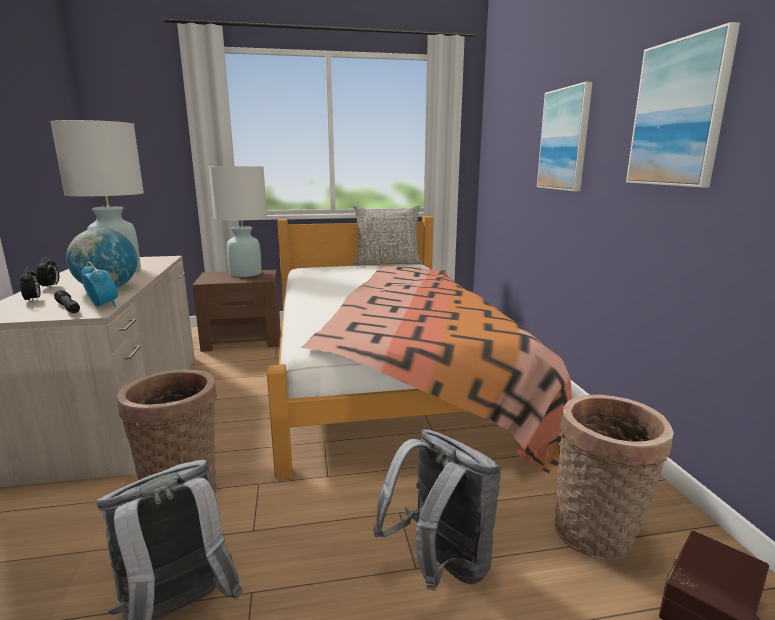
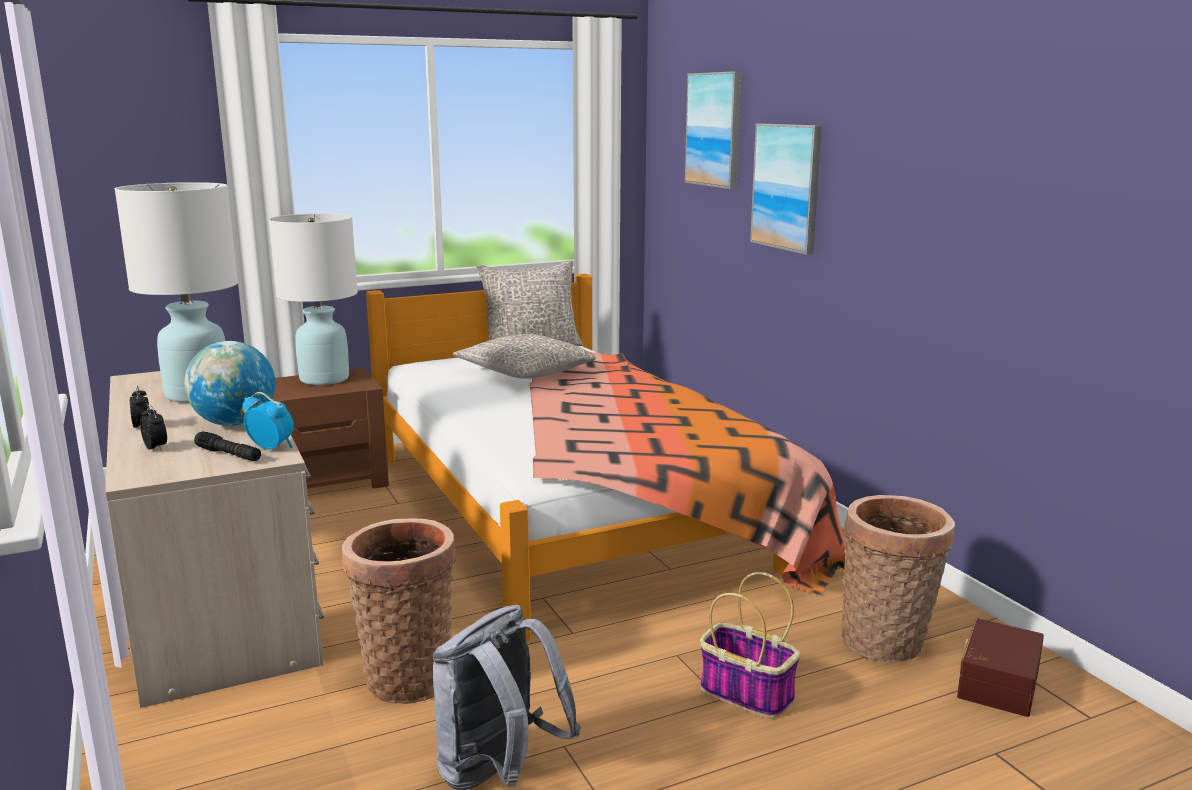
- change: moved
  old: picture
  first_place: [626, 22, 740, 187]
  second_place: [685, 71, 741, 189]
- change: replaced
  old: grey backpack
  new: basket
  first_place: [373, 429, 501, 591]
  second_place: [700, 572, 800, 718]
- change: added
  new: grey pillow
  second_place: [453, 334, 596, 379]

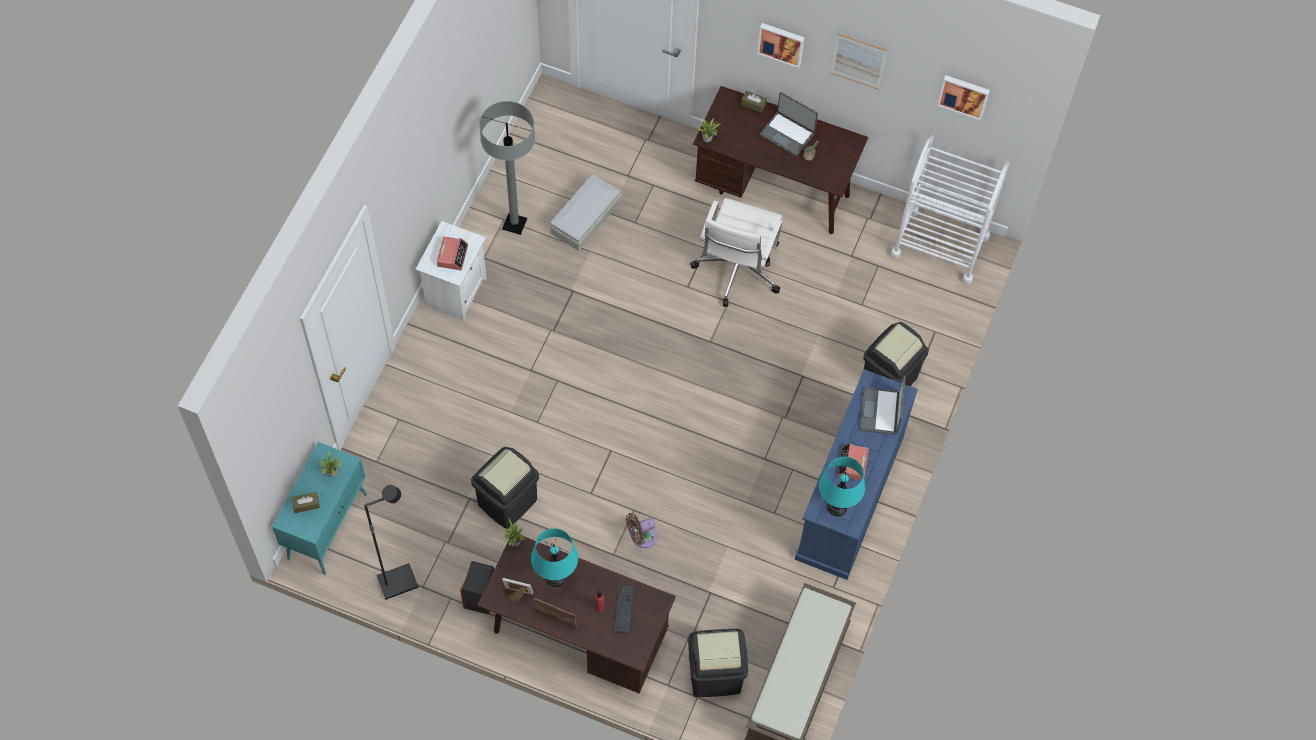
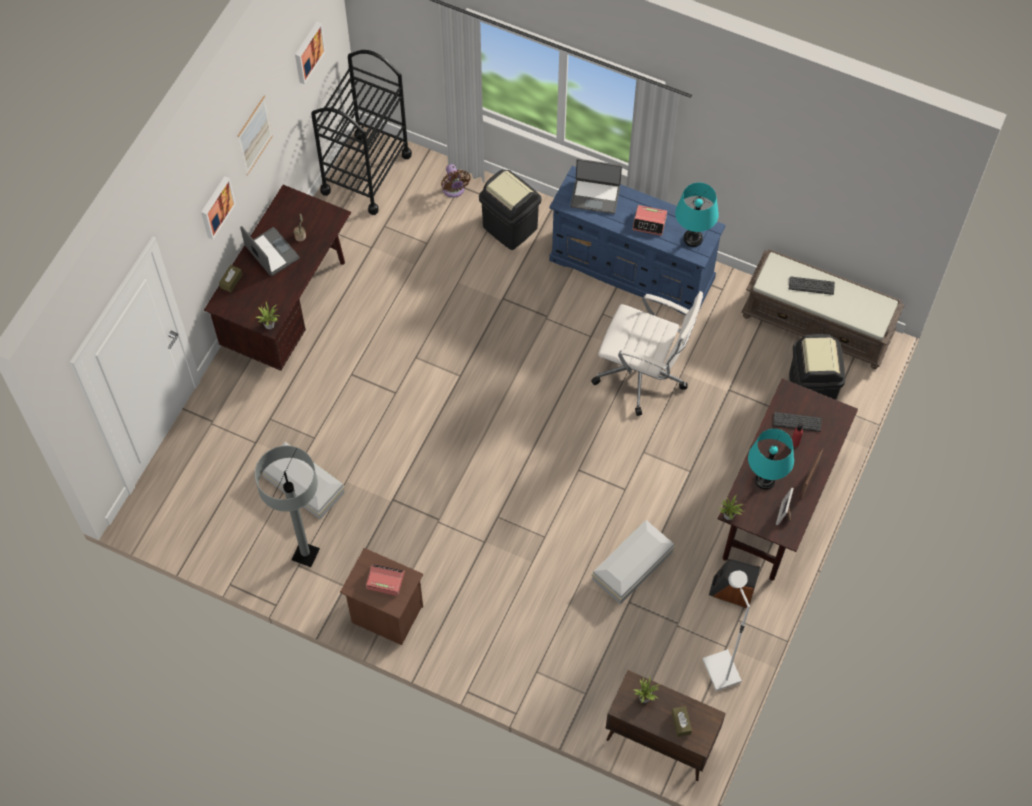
- change: turned
  old: laptop
  first_place: [760, 92, 818, 156]
  second_place: [240, 226, 300, 276]
  degrees: -75
- change: recoloured
  old: white cart
  new: black cart
  first_place: [891, 135, 1009, 285]
  second_place: [311, 50, 412, 215]
- change: moved
  old: white office chair
  first_place: [690, 198, 783, 307]
  second_place: [591, 291, 703, 416]
- change: recoloured
  old: white nightstand
  new: brown nightstand
  first_place: [415, 221, 487, 322]
  second_place: [340, 548, 423, 645]
- change: recoloured
  old: turquoise cabinet
  new: brown cabinet
  first_place: [272, 442, 367, 575]
  second_place: [606, 670, 726, 781]
- change: replaced
  old: black trash can
  new: white storage box
  first_place: [471, 447, 539, 529]
  second_place: [592, 520, 675, 604]
- change: recoloured
  old: black floor lamp
  new: white floor lamp
  first_place: [364, 485, 419, 600]
  second_place: [702, 570, 750, 691]
- change: moved
  old: brown fan
  first_place: [626, 513, 657, 548]
  second_place: [441, 164, 471, 198]
- change: added
  new: keyboard
  second_place: [789, 276, 835, 295]

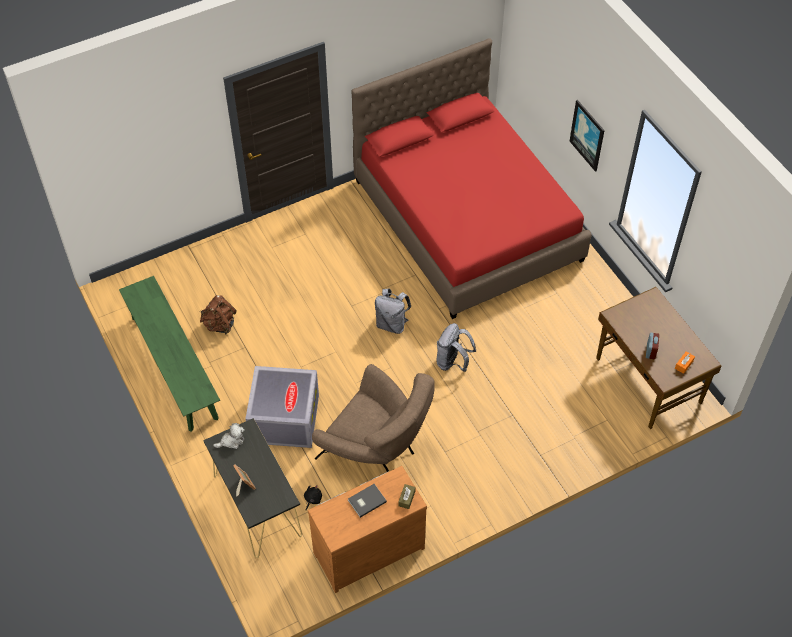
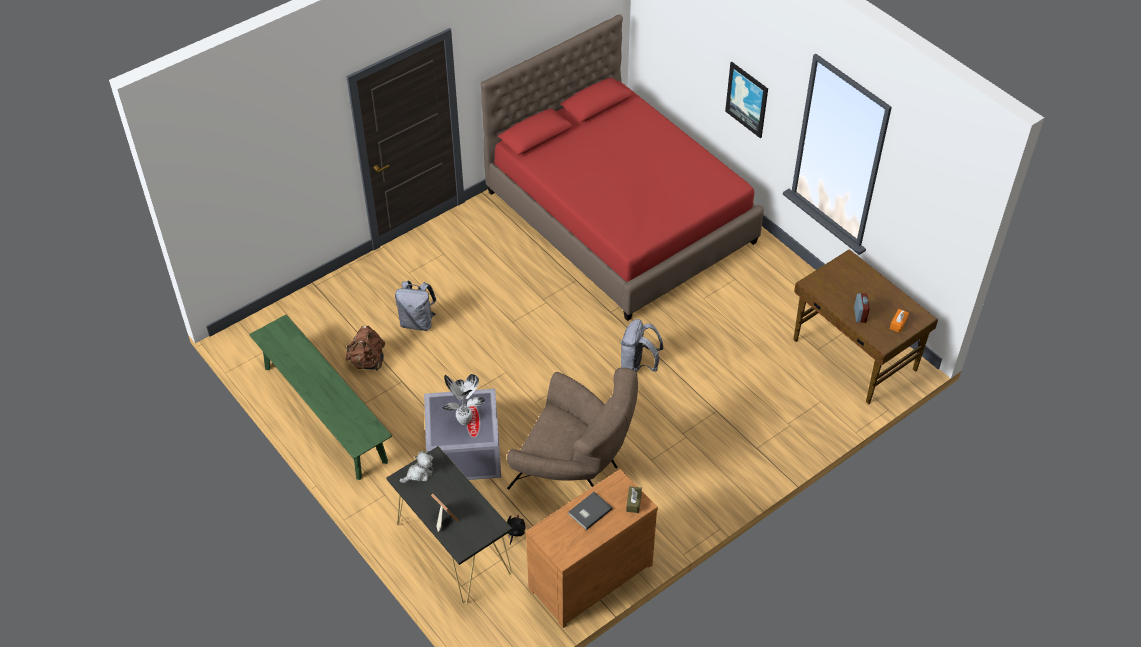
- change: moved
  old: grey backpack
  first_place: [375, 289, 411, 334]
  second_place: [395, 281, 436, 331]
- change: added
  new: potted plant
  second_place: [442, 374, 485, 425]

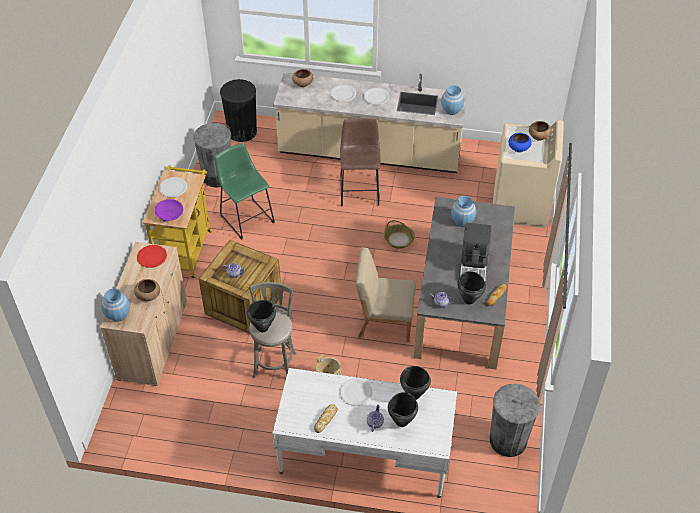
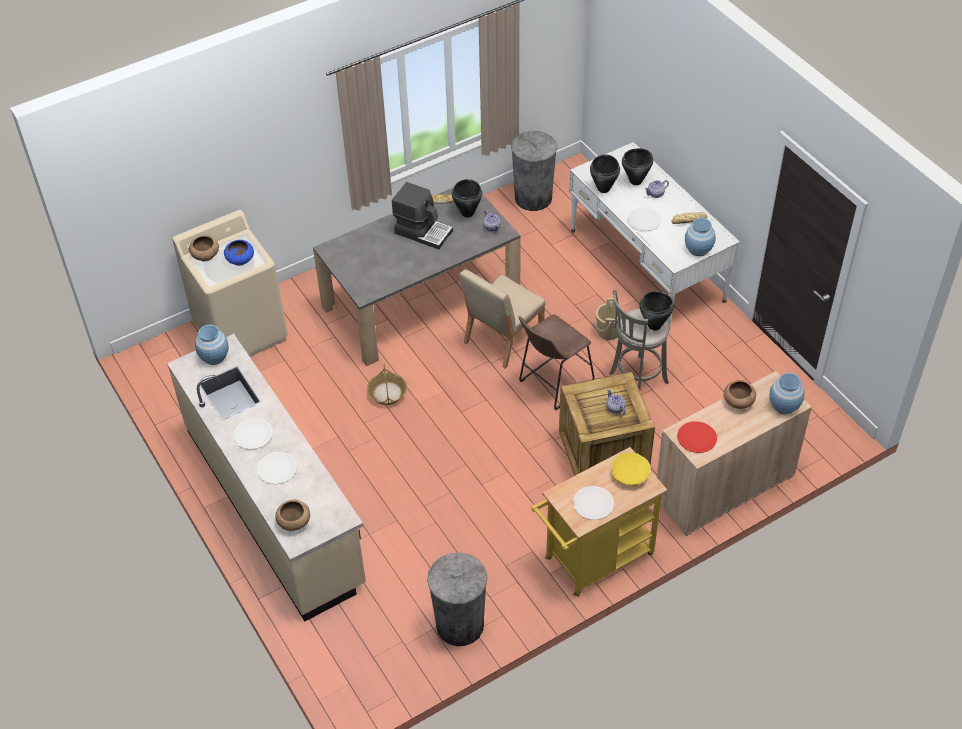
- change: removed
  old: black trash can
  first_place: [220, 79, 257, 142]
- change: moved
  old: brown stool
  first_place: [340, 118, 381, 206]
  second_place: [518, 314, 595, 410]
- change: removed
  old: green stool
  first_place: [215, 143, 275, 240]
- change: moved
  old: blue vase
  first_place: [451, 196, 476, 227]
  second_place: [685, 218, 716, 256]
- change: recoloured
  old: purple bowl
  new: yellow bowl
  first_place: [155, 199, 183, 222]
  second_place: [611, 453, 651, 487]
- change: turned
  old: coffee machine
  first_place: [460, 223, 492, 282]
  second_place: [392, 182, 453, 249]
  degrees: 60
- change: turned
  old: beige chair
  first_place: [356, 247, 416, 342]
  second_place: [460, 269, 545, 368]
  degrees: 75

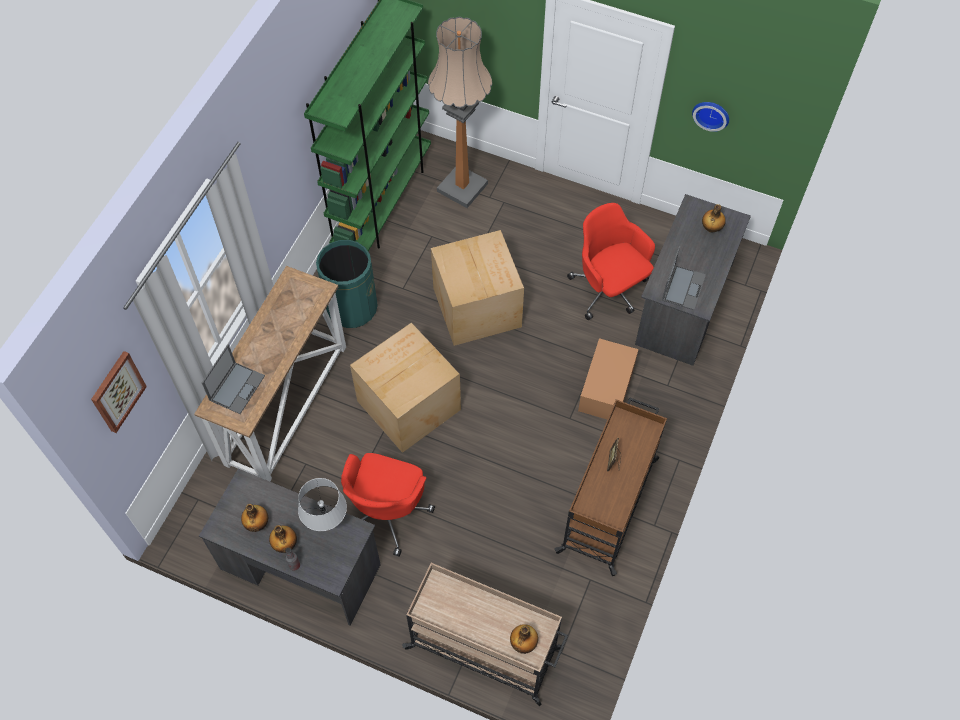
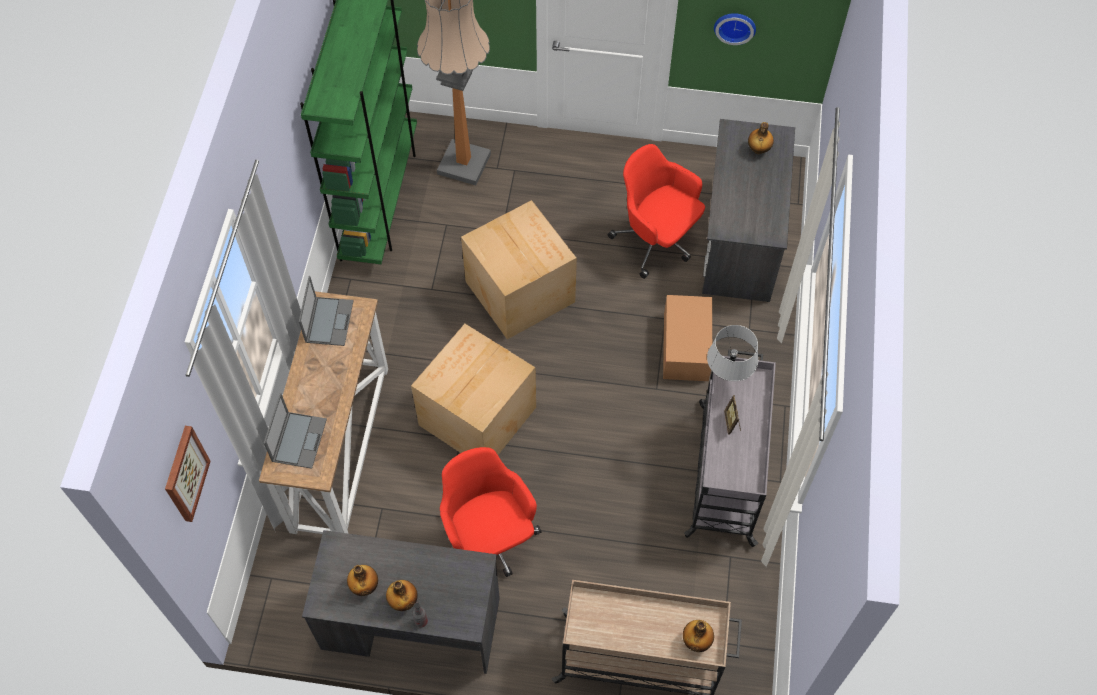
- change: removed
  old: green trash can
  first_place: [316, 240, 378, 328]
- change: moved
  old: laptop
  first_place: [662, 246, 706, 310]
  second_place: [299, 276, 354, 346]
- change: recoloured
  old: brown cart
  new: grey cart
  first_place: [554, 398, 667, 576]
  second_place: [684, 350, 776, 547]
- change: turned
  old: red office chair
  first_place: [341, 453, 435, 556]
  second_place: [440, 447, 542, 577]
  degrees: 150
- change: moved
  old: grey table lamp
  first_place: [298, 478, 347, 531]
  second_place: [707, 325, 758, 381]

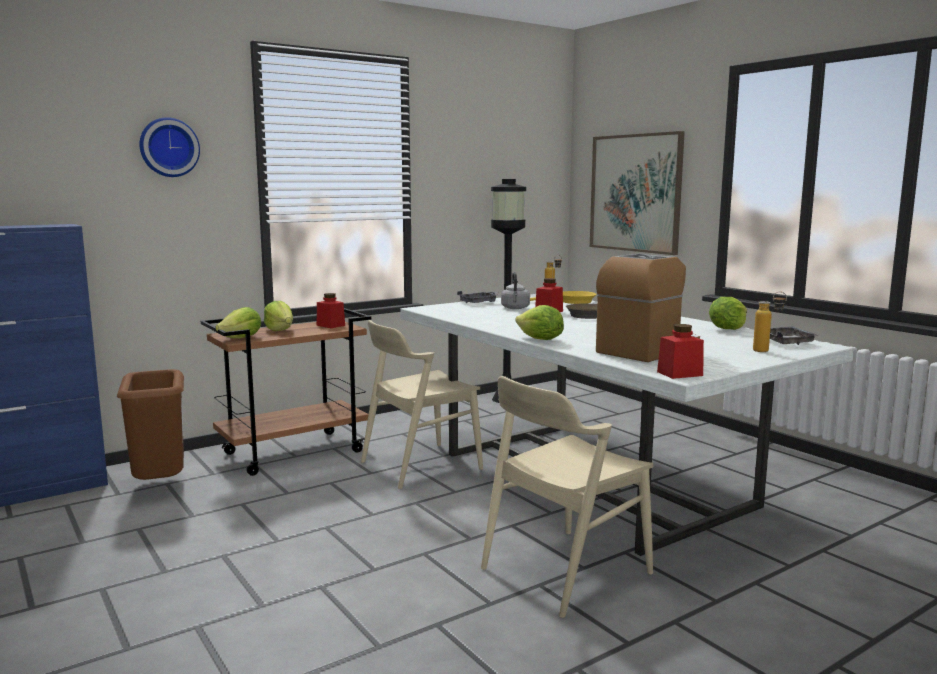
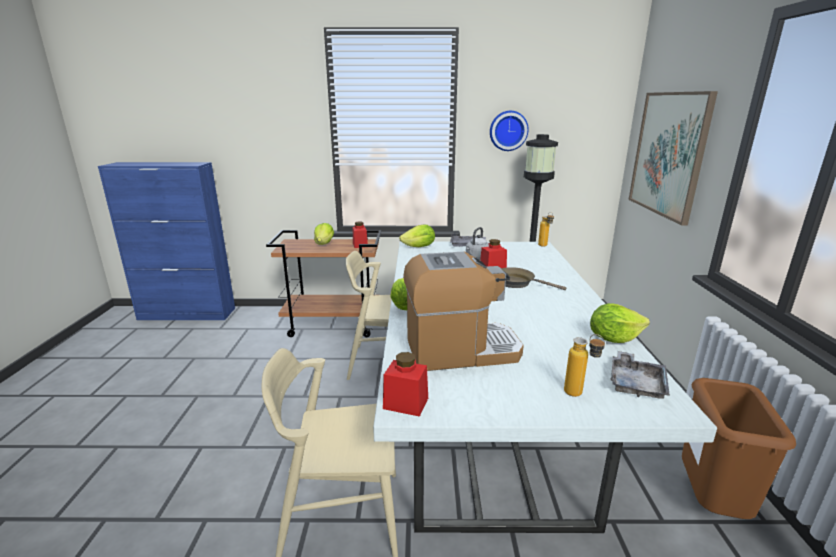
- change: moved
  old: wall clock
  first_place: [140, 117, 200, 177]
  second_place: [490, 111, 529, 151]
- change: removed
  old: yellow frying pan
  first_place: [530, 291, 596, 304]
- change: moved
  old: lettuce
  first_place: [216, 307, 261, 338]
  second_place: [399, 224, 435, 247]
- change: moved
  old: brown trash can
  first_place: [117, 369, 184, 480]
  second_place: [682, 378, 796, 519]

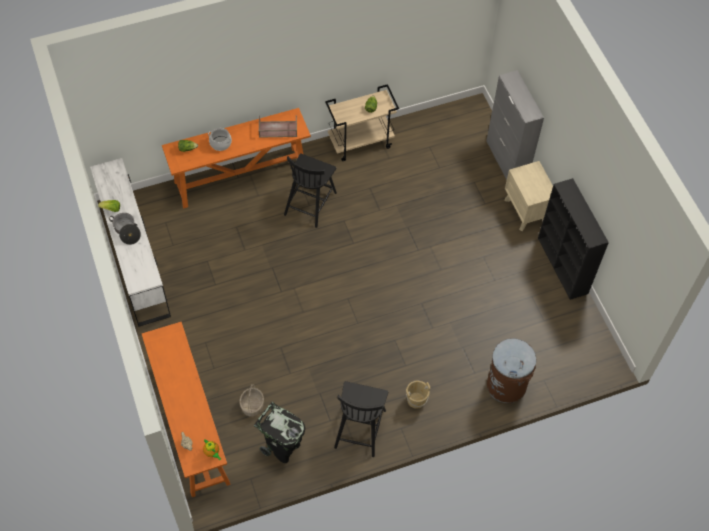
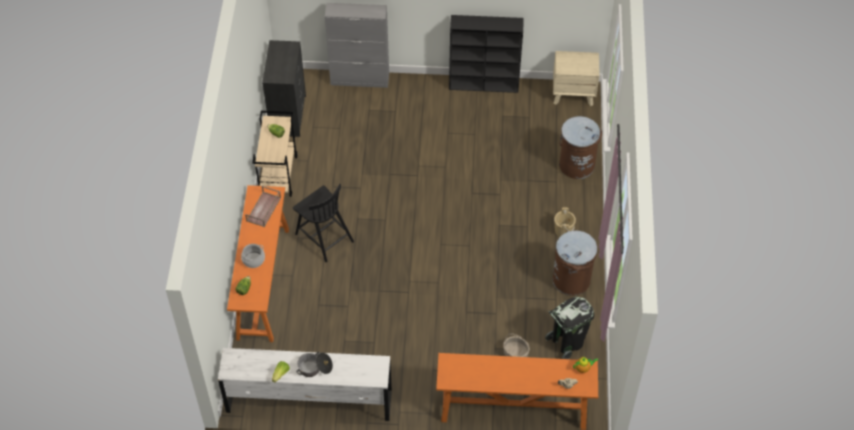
- change: moved
  old: beige nightstand
  first_place: [505, 161, 553, 231]
  second_place: [553, 51, 600, 106]
- change: replaced
  old: black chair
  new: brown trash can
  first_place: [334, 381, 388, 457]
  second_place: [552, 230, 598, 296]
- change: added
  new: black dresser
  second_place: [262, 40, 306, 137]

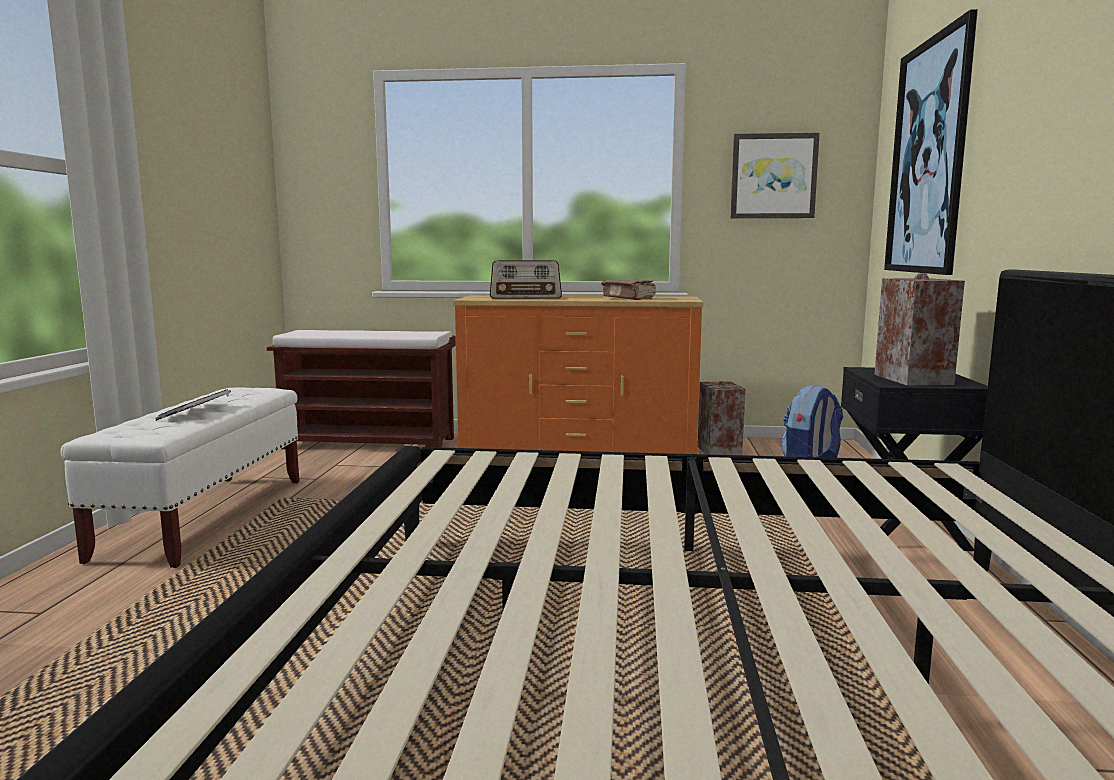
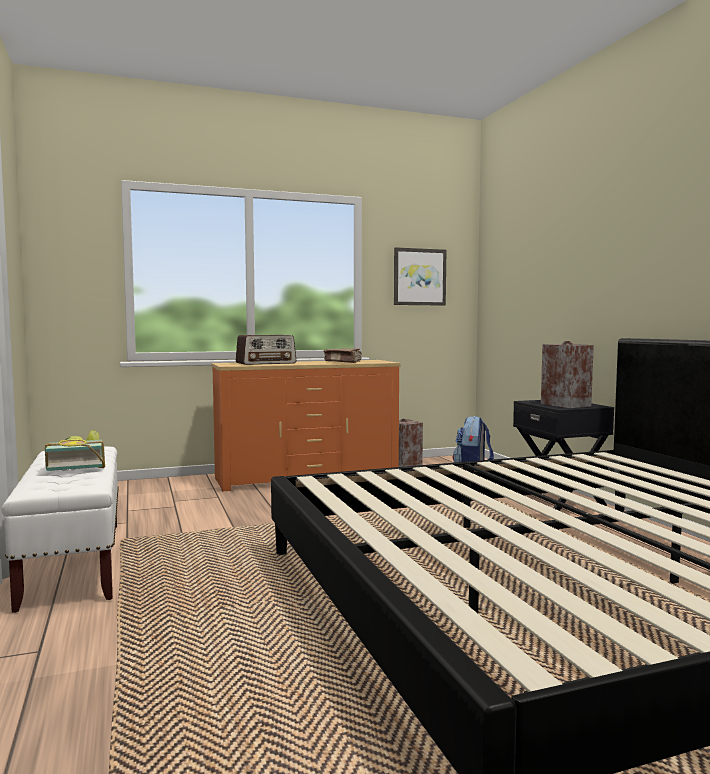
- change: removed
  old: picture
  first_place: [884, 9, 978, 275]
- change: removed
  old: brown bench
  first_place: [267, 330, 456, 449]
- change: replaced
  old: keyboard
  new: book
  first_place: [155, 389, 231, 421]
  second_place: [45, 430, 105, 471]

